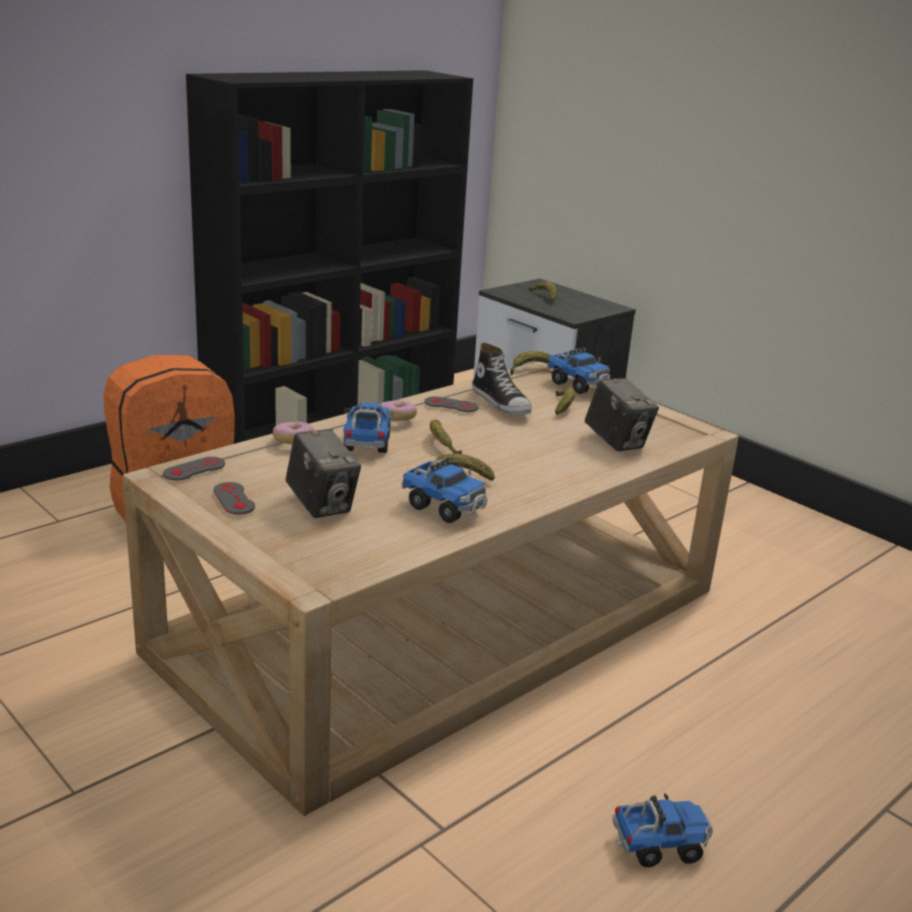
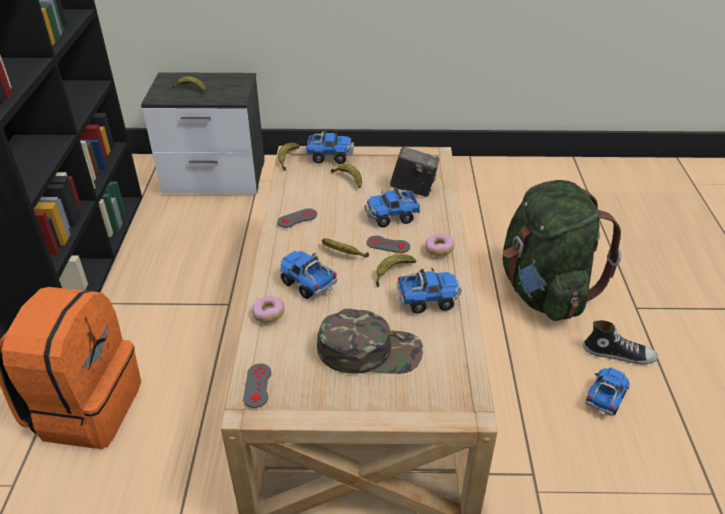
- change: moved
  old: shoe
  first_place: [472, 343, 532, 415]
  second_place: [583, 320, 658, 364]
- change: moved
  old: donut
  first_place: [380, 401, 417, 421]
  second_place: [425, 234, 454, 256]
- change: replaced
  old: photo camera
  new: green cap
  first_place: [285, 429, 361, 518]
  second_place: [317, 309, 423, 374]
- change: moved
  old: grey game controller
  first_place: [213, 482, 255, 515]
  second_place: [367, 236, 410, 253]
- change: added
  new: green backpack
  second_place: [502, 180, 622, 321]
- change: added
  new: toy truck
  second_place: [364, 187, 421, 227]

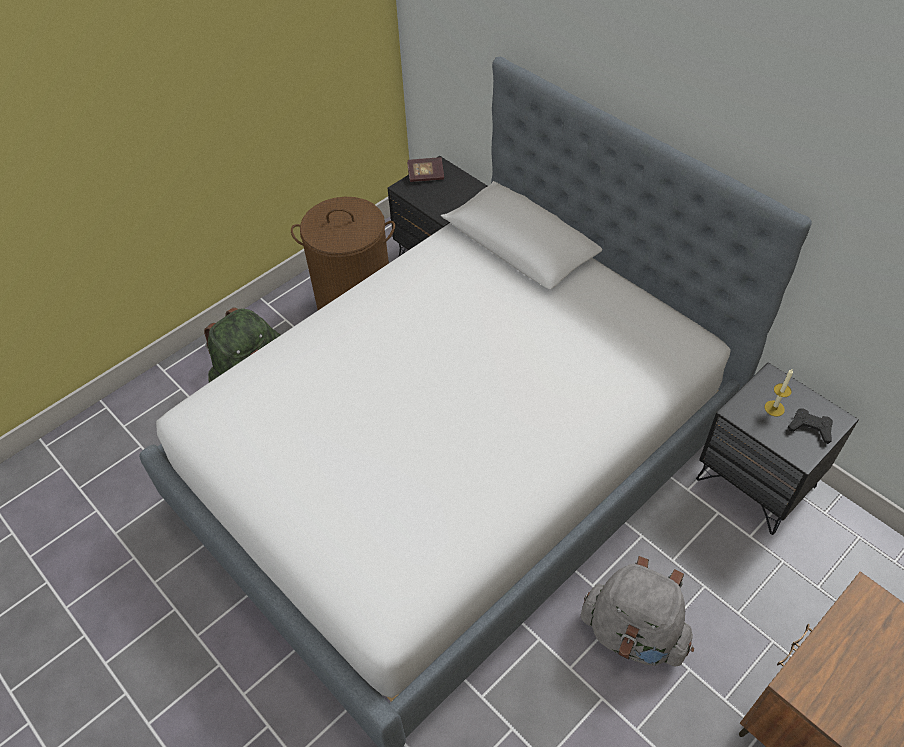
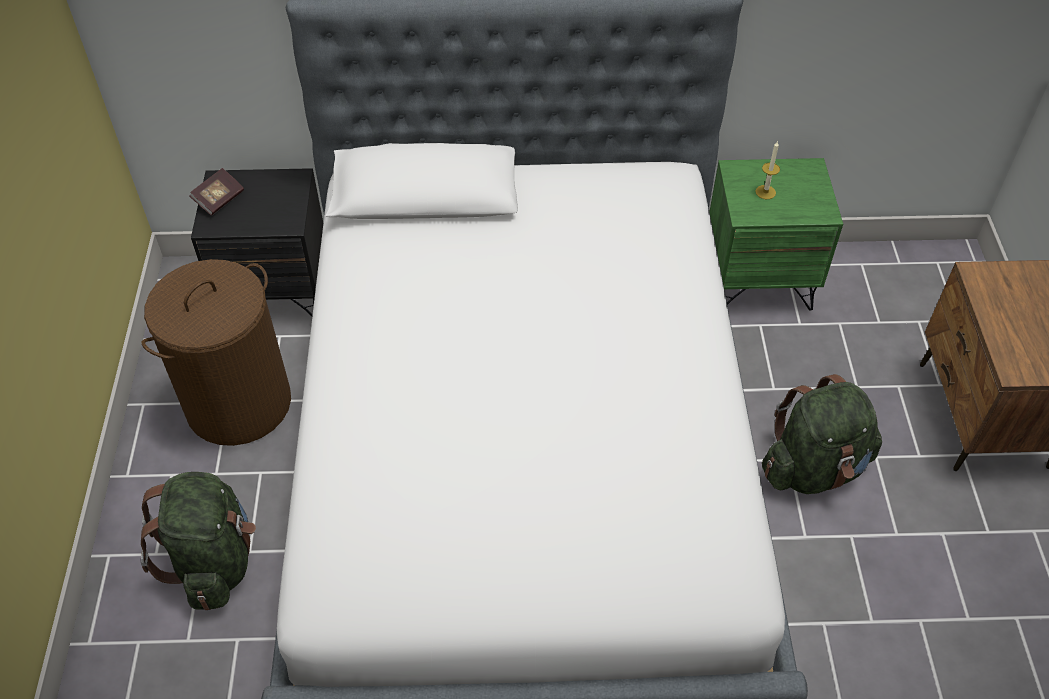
- change: recoloured
  old: black nightstand
  new: green nightstand
  first_place: [696, 362, 859, 535]
  second_place: [709, 158, 843, 311]
- change: removed
  old: black game controller
  first_place: [788, 409, 833, 444]
- change: recoloured
  old: grey backpack
  new: green backpack
  first_place: [581, 556, 694, 666]
  second_place: [762, 374, 882, 494]

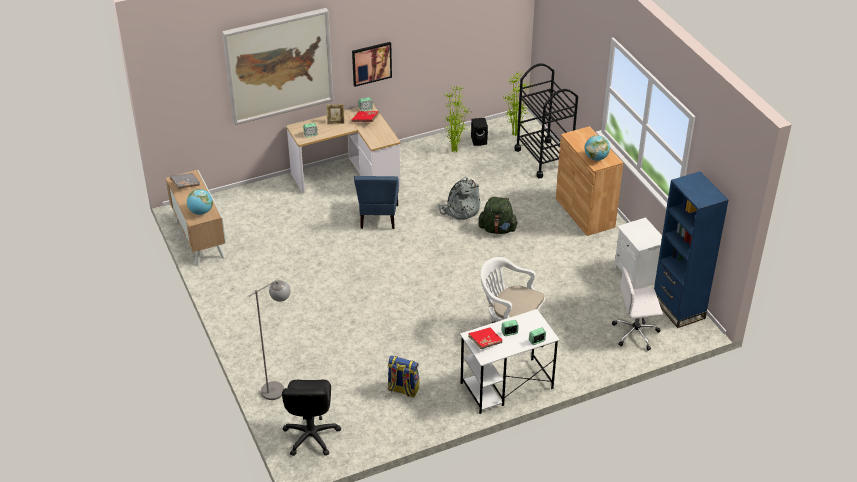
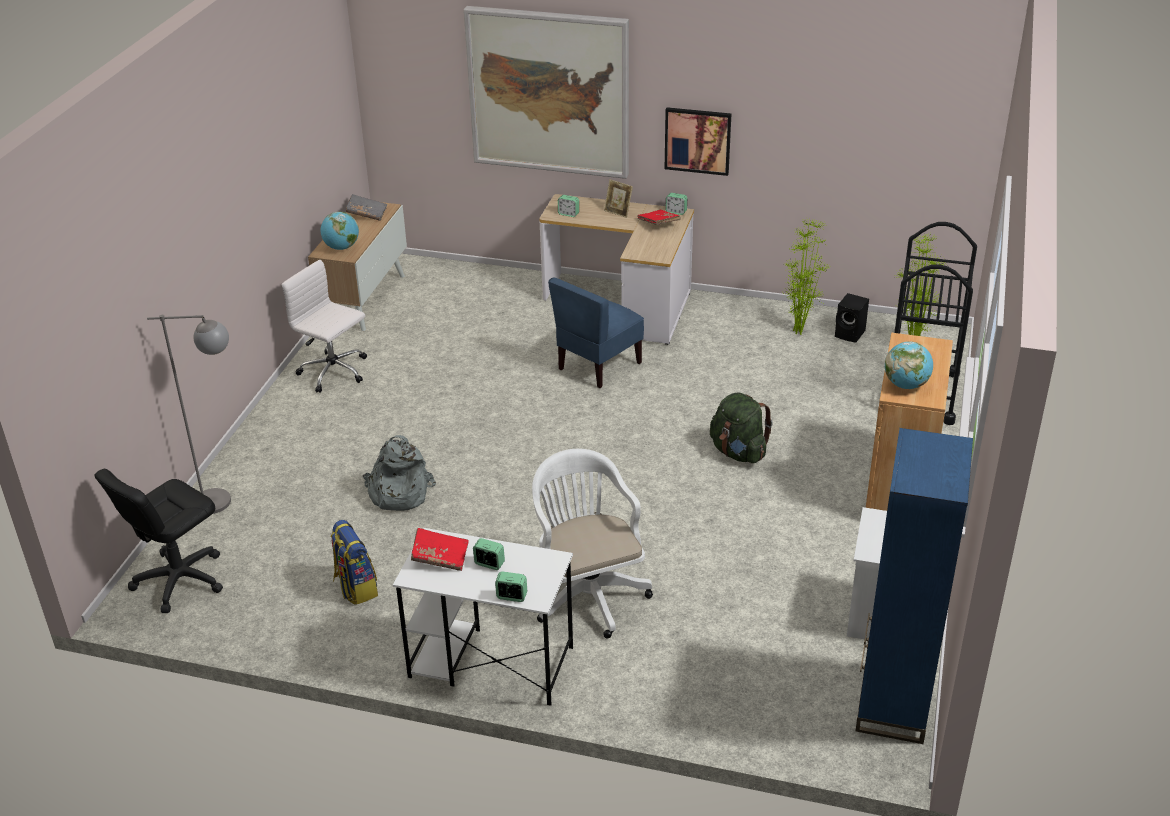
- change: moved
  old: grey backpack
  first_place: [438, 177, 480, 220]
  second_place: [363, 435, 436, 511]
- change: moved
  old: white office chair
  first_place: [612, 267, 663, 351]
  second_place: [282, 260, 367, 393]

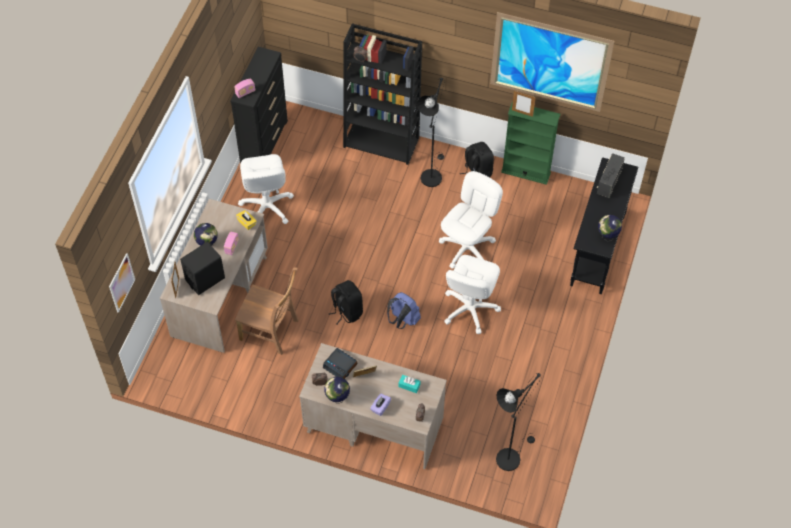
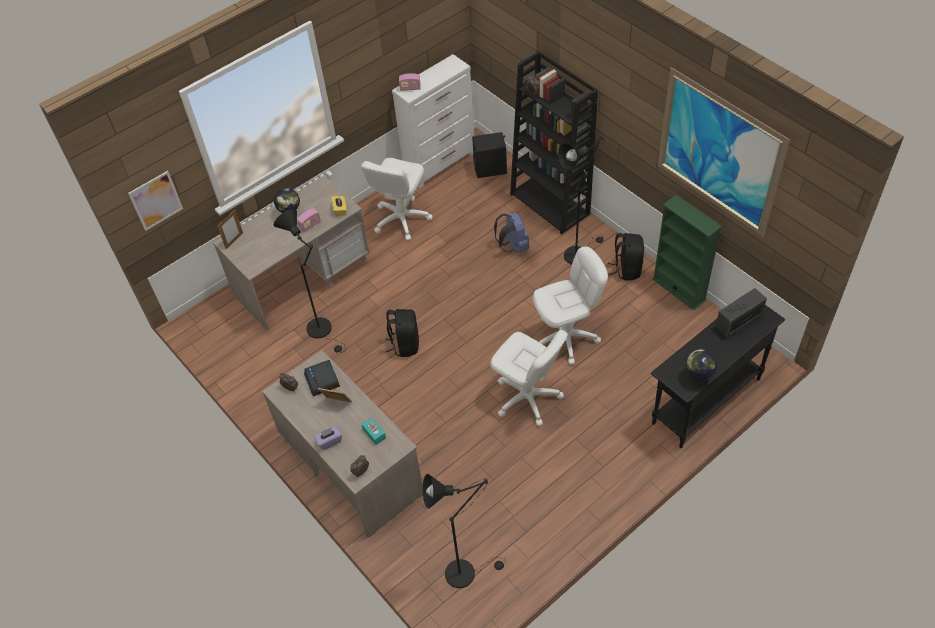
- change: recoloured
  old: black dresser
  new: white dresser
  first_place: [230, 47, 288, 163]
  second_place: [392, 54, 474, 188]
- change: removed
  old: picture frame
  first_place: [512, 91, 536, 117]
- change: moved
  old: black speaker
  first_place: [180, 242, 225, 295]
  second_place: [472, 132, 507, 178]
- change: turned
  old: white office chair
  first_place: [444, 255, 501, 334]
  second_place: [490, 330, 568, 426]
  degrees: -105
- change: replaced
  old: brown chair
  new: black floor lamp
  first_place: [235, 267, 298, 355]
  second_place: [274, 209, 345, 352]
- change: moved
  old: blue backpack
  first_place: [387, 292, 421, 329]
  second_place: [494, 212, 529, 253]
- change: removed
  old: globe
  first_place: [324, 377, 350, 404]

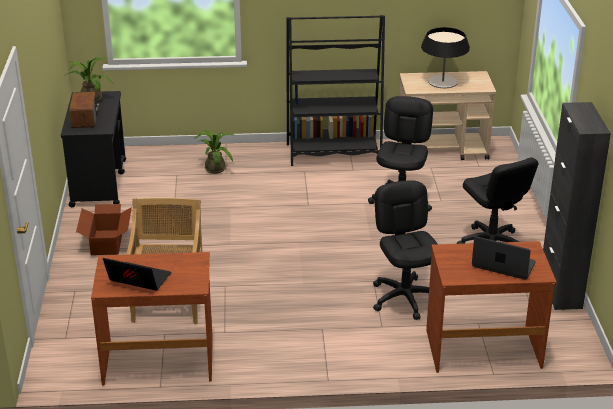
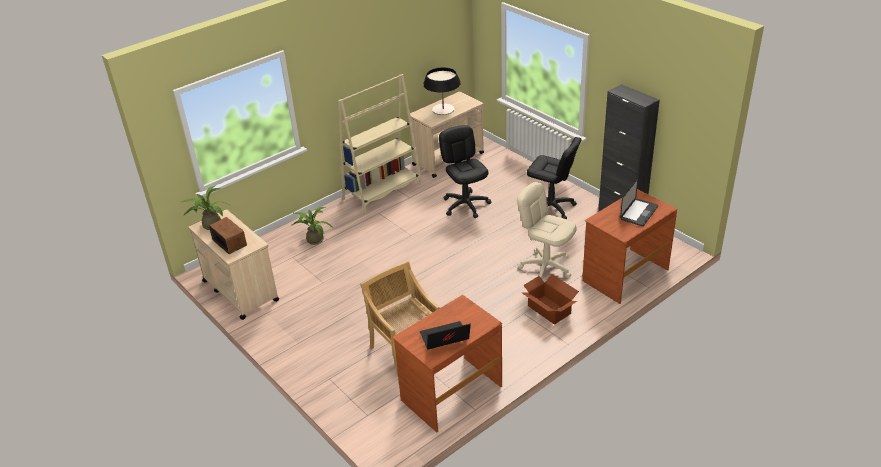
- change: recoloured
  old: black bookcase
  new: beige bookcase
  first_place: [286, 15, 385, 166]
  second_place: [338, 74, 422, 214]
- change: recoloured
  old: black cart
  new: beige cart
  first_place: [61, 91, 126, 207]
  second_place: [188, 209, 279, 320]
- change: recoloured
  old: black office chair
  new: beige office chair
  first_place: [373, 181, 437, 320]
  second_place: [517, 182, 577, 279]
- change: moved
  old: cardboard box
  first_place: [76, 204, 132, 255]
  second_place: [522, 274, 579, 325]
- change: turned
  old: laptop
  first_place: [472, 236, 536, 280]
  second_place: [620, 179, 658, 226]
  degrees: 135

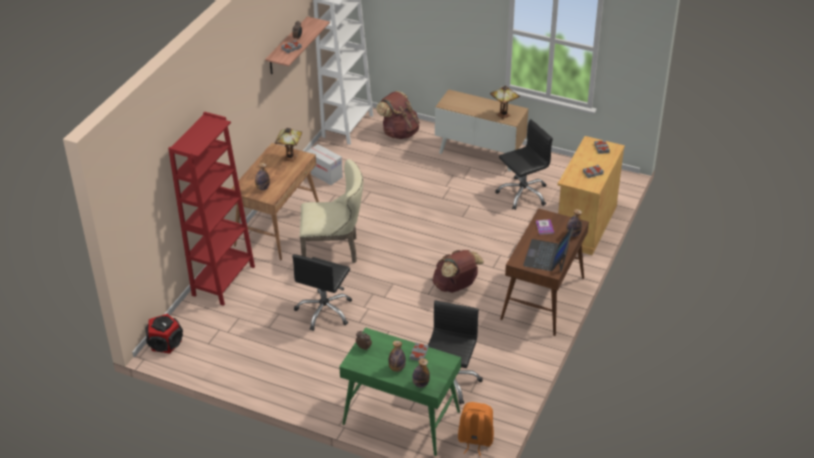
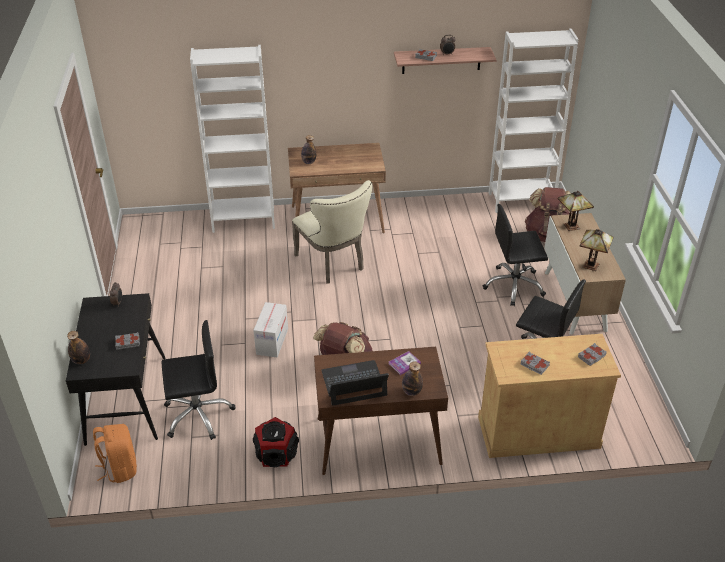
- change: recoloured
  old: red bookcase
  new: white bookcase
  first_place: [168, 112, 255, 306]
  second_place: [190, 45, 275, 233]
- change: moved
  old: table lamp
  first_place: [275, 128, 302, 162]
  second_place: [558, 191, 594, 231]
- change: moved
  old: cardboard box
  first_place: [306, 144, 343, 185]
  second_place: [253, 302, 288, 357]
- change: moved
  old: black office chair
  first_place: [292, 254, 352, 331]
  second_place: [483, 204, 548, 306]
- change: moved
  old: speaker
  first_place: [145, 314, 183, 353]
  second_place: [253, 417, 299, 467]
- change: recoloured
  old: green desk
  new: black desk
  first_place: [339, 327, 461, 456]
  second_place: [66, 293, 165, 446]
- change: removed
  old: bottle
  first_place: [388, 341, 406, 372]

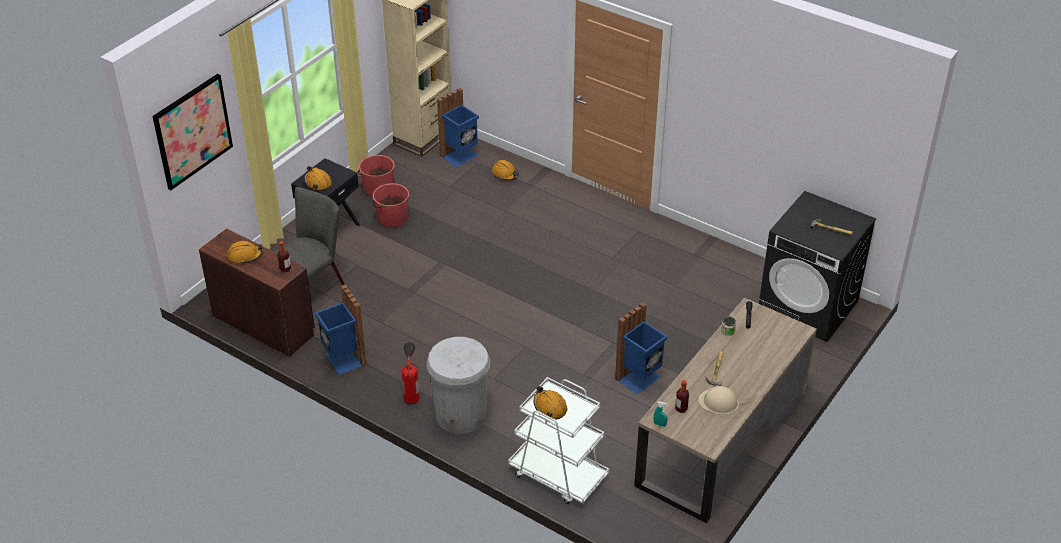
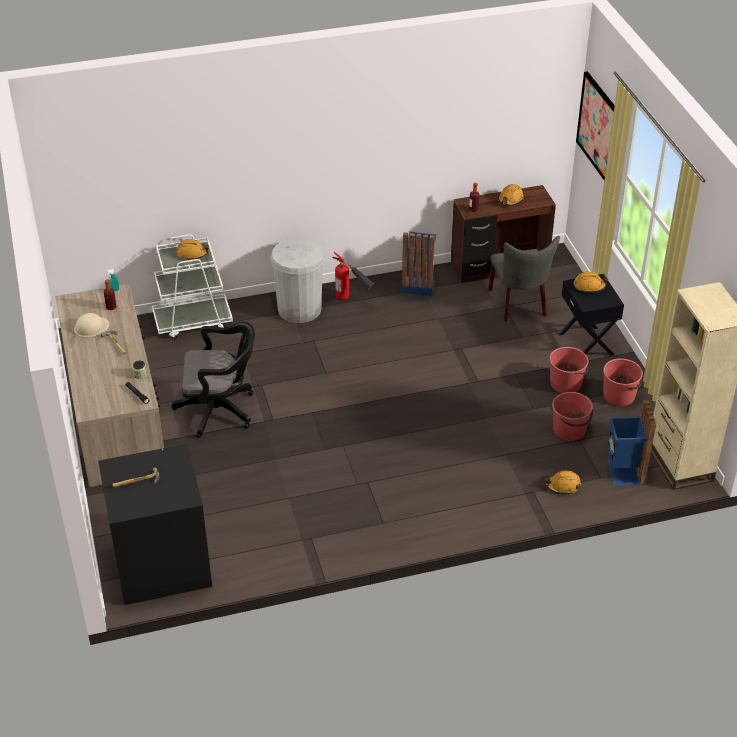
- change: replaced
  old: blue trash can
  new: black office chair
  first_place: [615, 302, 667, 394]
  second_place: [172, 321, 255, 438]
- change: added
  new: red bucket
  second_place: [552, 392, 593, 441]

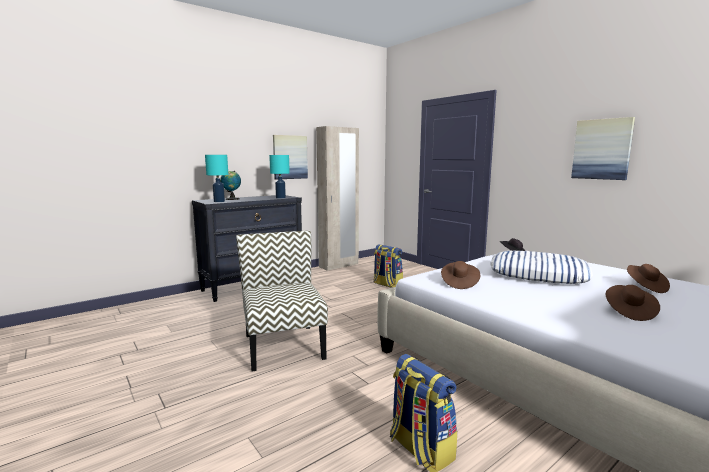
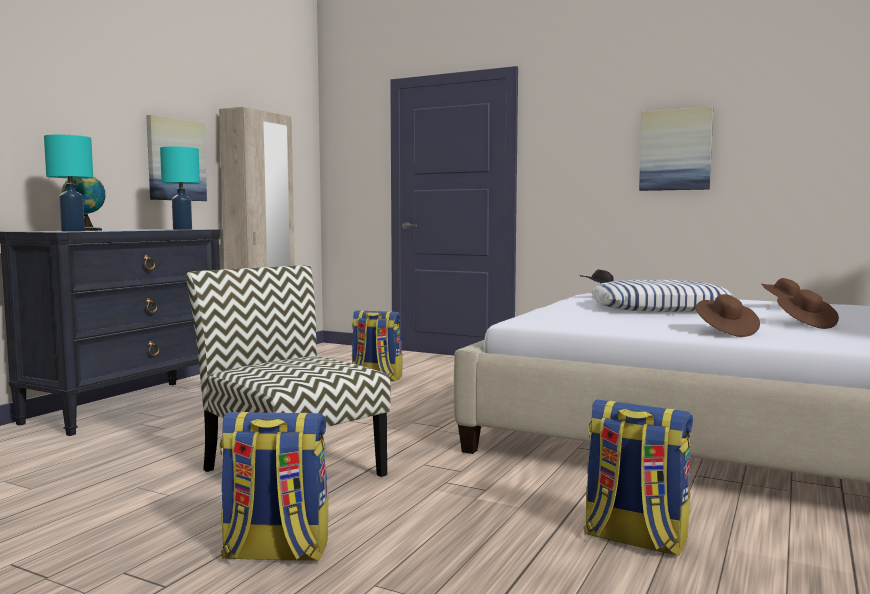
- change: moved
  old: brown hat
  first_place: [441, 261, 480, 289]
  second_place: [695, 294, 760, 337]
- change: added
  new: backpack
  second_place: [220, 412, 328, 561]

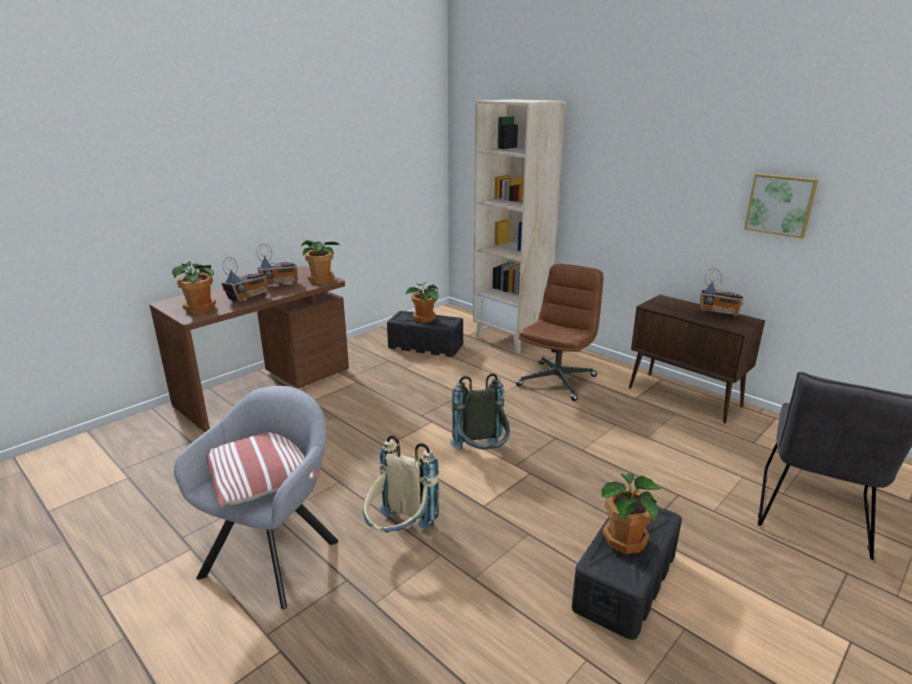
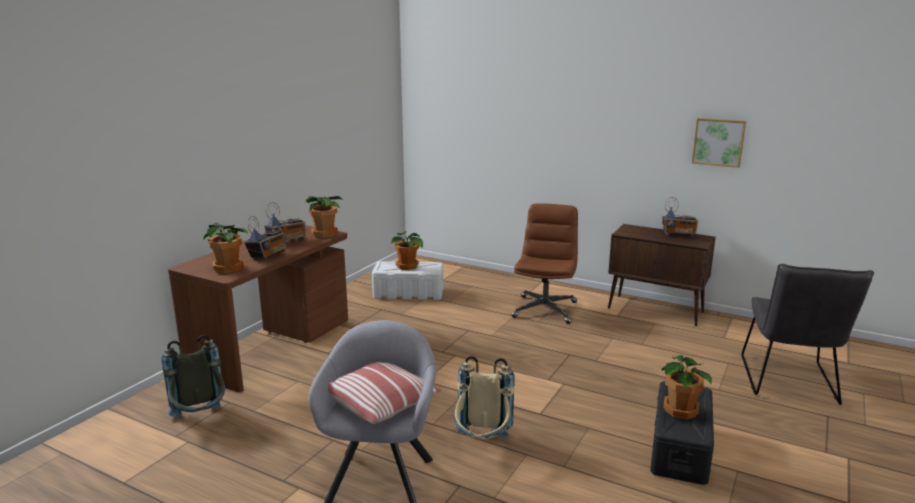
- change: removed
  old: beige bookcase
  first_place: [473, 99, 566, 353]
- change: recoloured
  old: black storage box
  new: white storage box
  first_place: [387, 311, 463, 357]
  second_place: [372, 261, 443, 300]
- change: moved
  old: grey backpack
  first_place: [450, 373, 510, 449]
  second_place: [161, 335, 225, 417]

